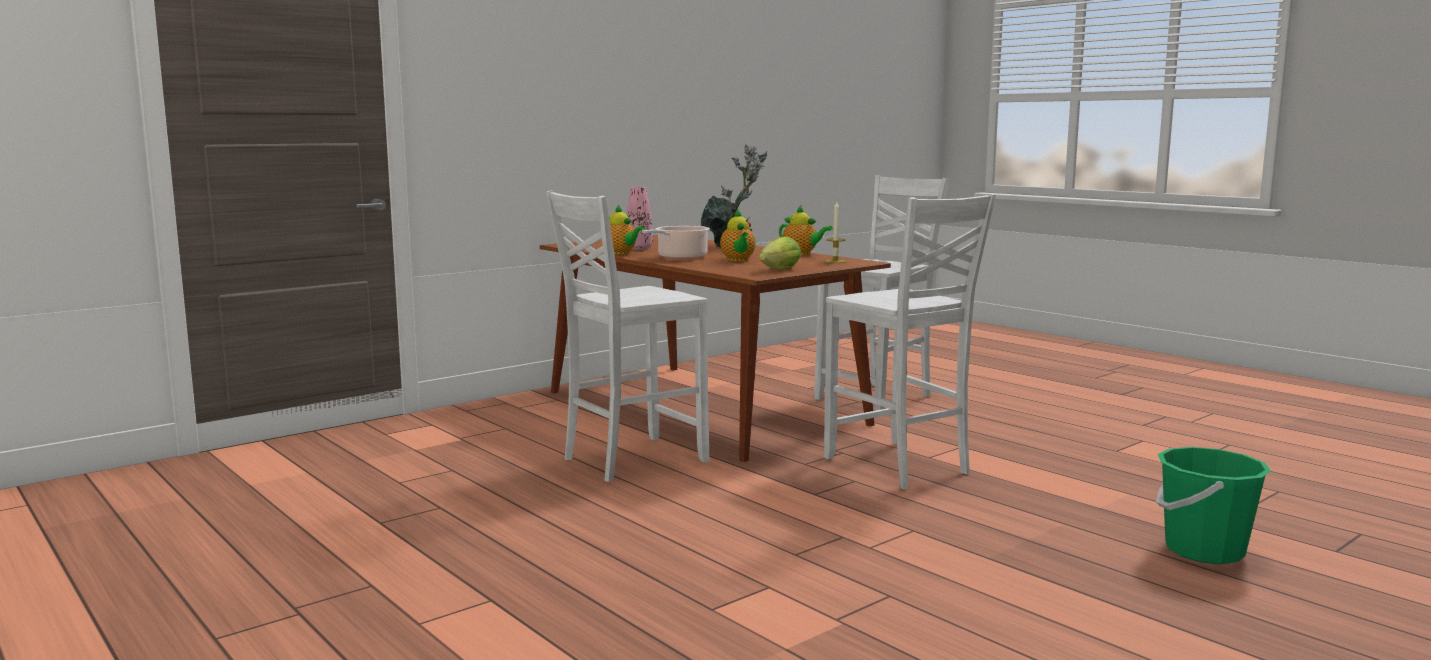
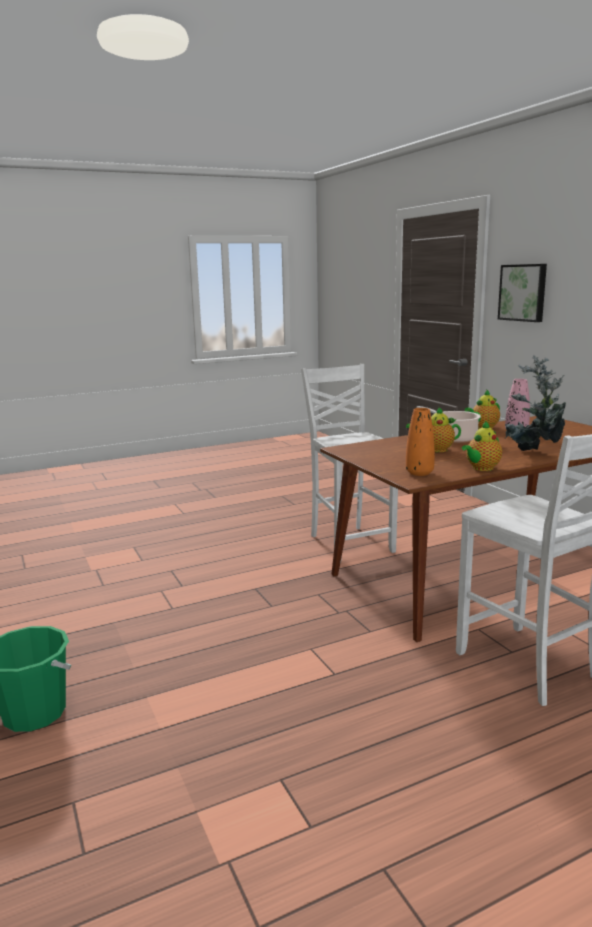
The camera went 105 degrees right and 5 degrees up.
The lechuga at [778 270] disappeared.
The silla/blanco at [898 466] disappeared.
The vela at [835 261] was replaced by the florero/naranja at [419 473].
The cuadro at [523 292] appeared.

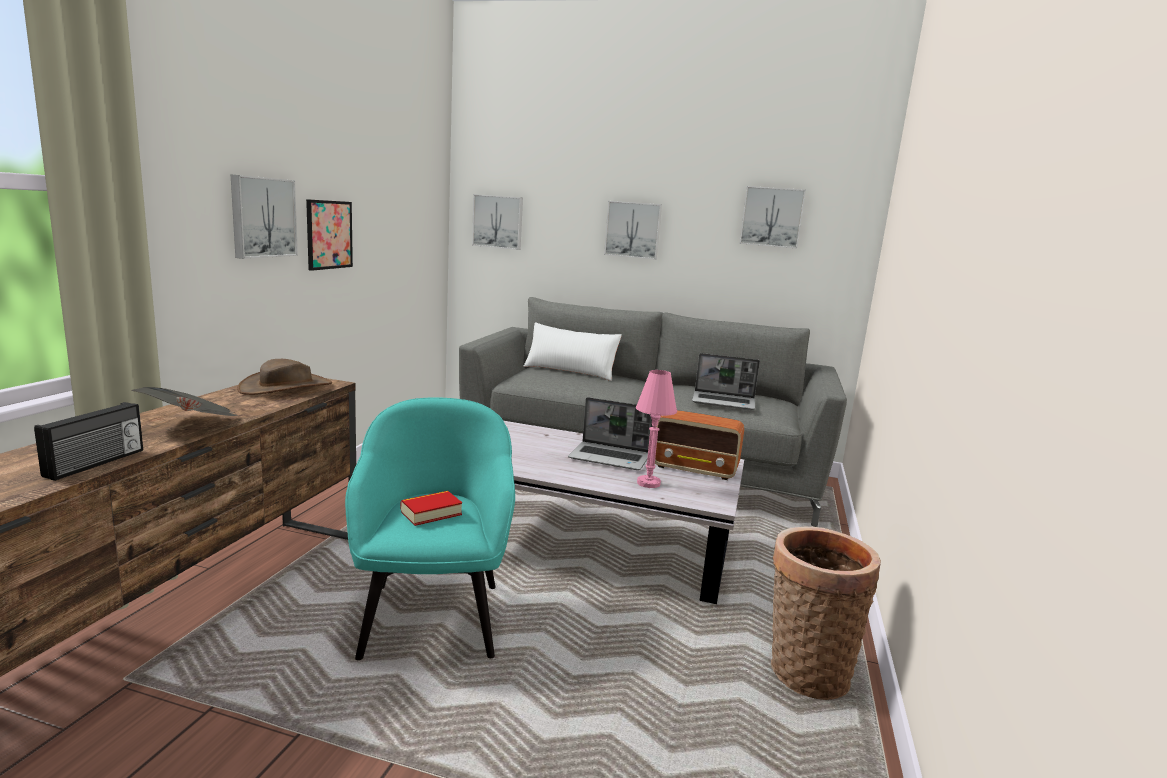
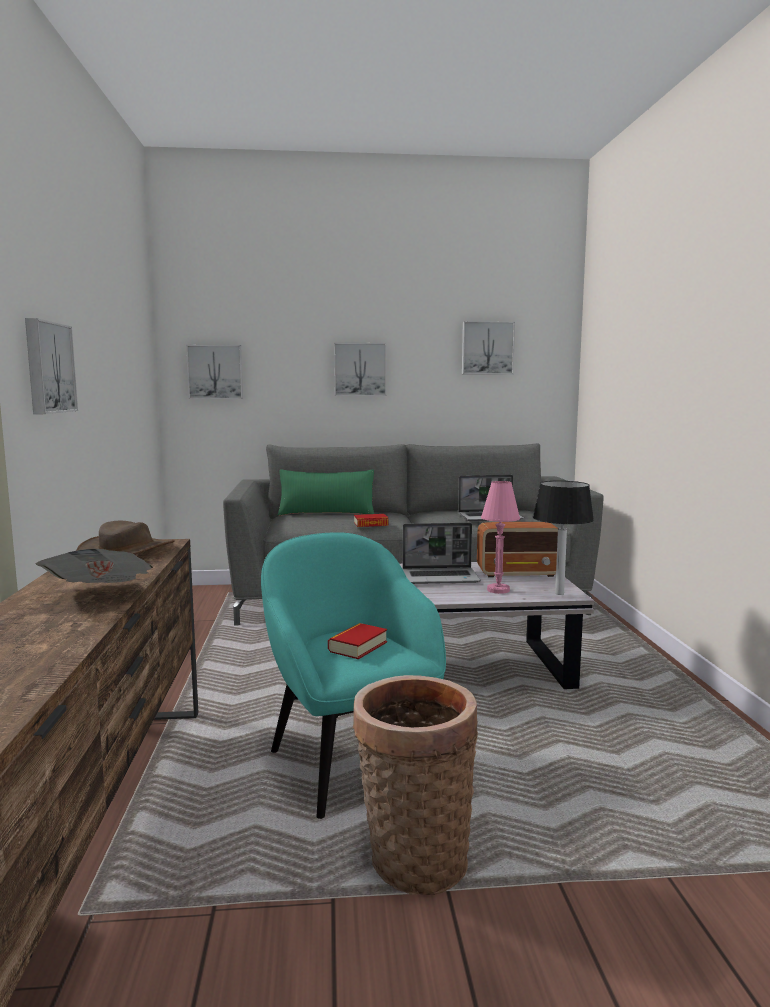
The camera went 20 degrees left and 5 degrees down.
The radio at [96 463] disappeared.
The cuadro at [329 234] disappeared.
The cojín/blanco at [570 371] became the cojín/verde at [326 513].
The cesta moved from [804 670] to [413 859].
The libro at [371 524] appeared.
The lámpara de mesa at [559 593] appeared.

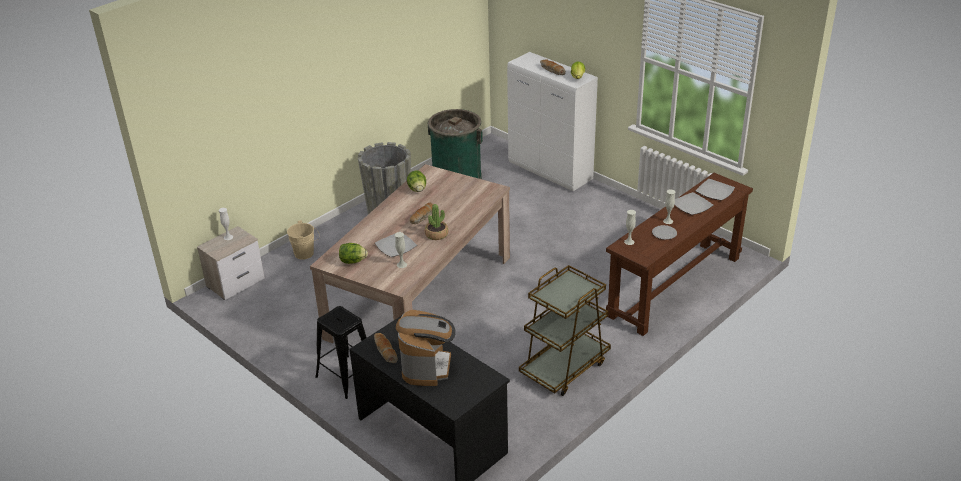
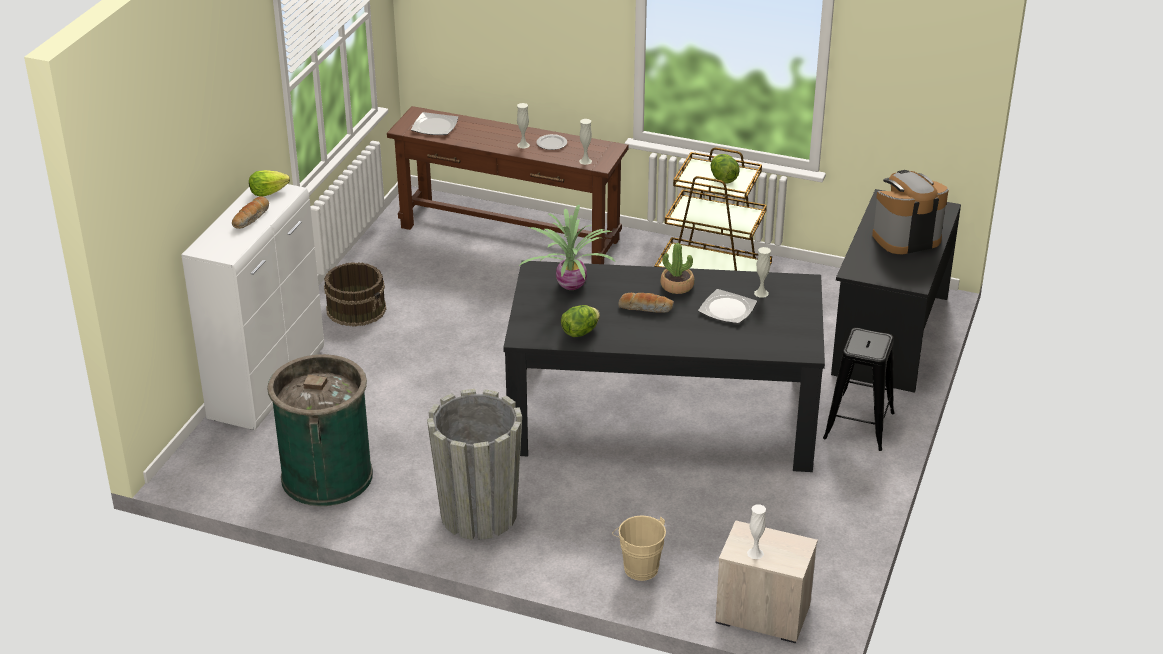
The camera went 115 degrees left and 0 degrees up.
The mesa de comedor/beis at [420 296] became the mesa de comedor/negro at [663 417].
The lechuga moved from [353 261] to [723 179].
The pan at [385 351] disappeared.
The plato at [691 205] disappeared.
The cubo/marrón at [356 309] appeared.
The planta en maceta at [569 285] appeared.

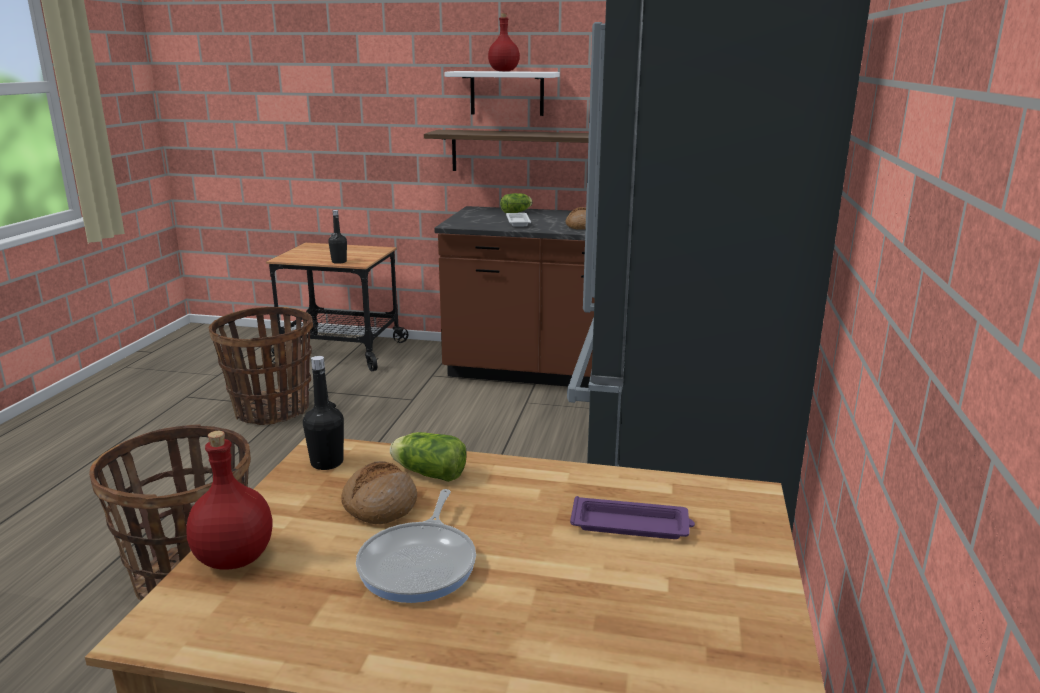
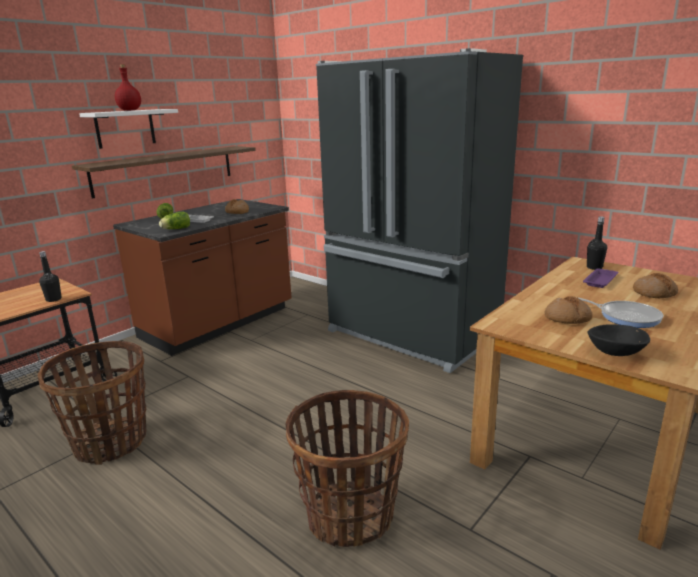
The camera went 60 degrees left and 0 degrees up.
The botella/rojo at [233 558] was replaced by the cuenco/negro at [614 353].
The botella/negro moved from [327 463] to [594 267].
The lechuga moved from [427 473] to [175 229].
The pan at [654 293] appeared.

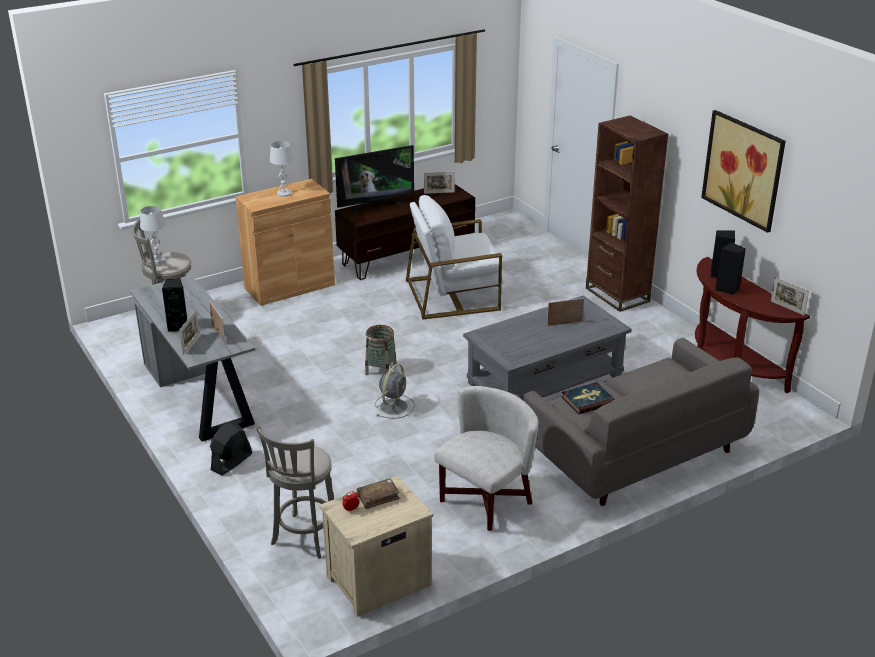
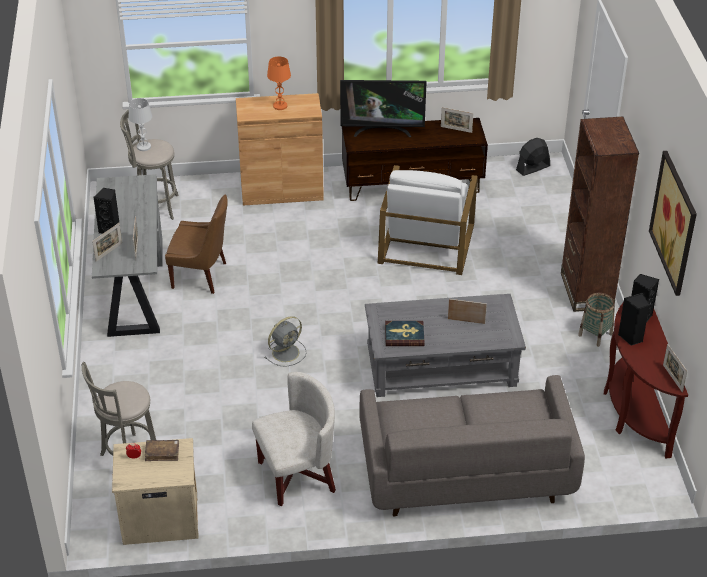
The camera went 25 degrees right and 10 degrees up.
The ventilador/negro moved from [231 462] to [532 168].
The lámpara de mesa/blanco at [284 193] became the lámpara de mesa/naranja at [280 106].
The cesta moved from [380 370] to [595 334].
The sillón/blanco at [453 294] turned 90 degrees counterclockwise.
The libro moved from [587 400] to [404 335].
The silla/marrón at [201 276] appeared.

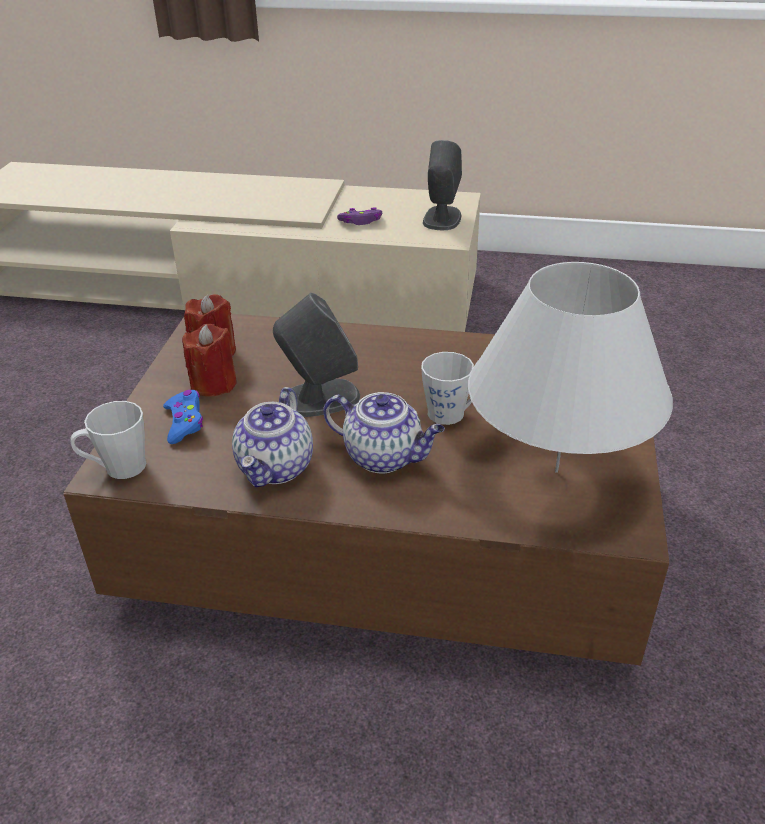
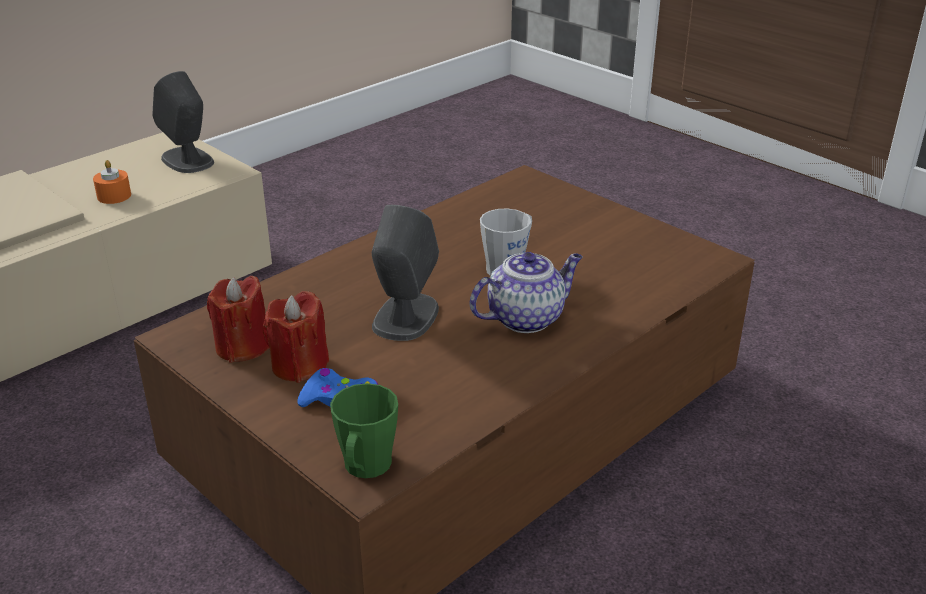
The camera went 55 degrees left and 5 degrees down.
The taza grande/gris at [117 468] became the taza grande/verde at [365 468].
The tetera at [276 468] disappeared.
The mando de consola/morado at [361 221] was replaced by the vela/naranja at [114 196].
The lámpara de mesa/blanco at [556 471] disappeared.

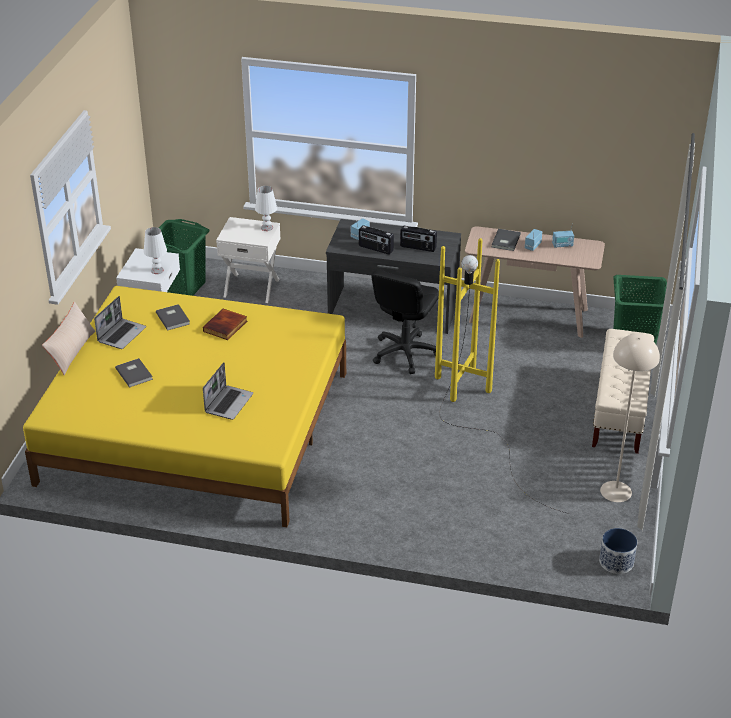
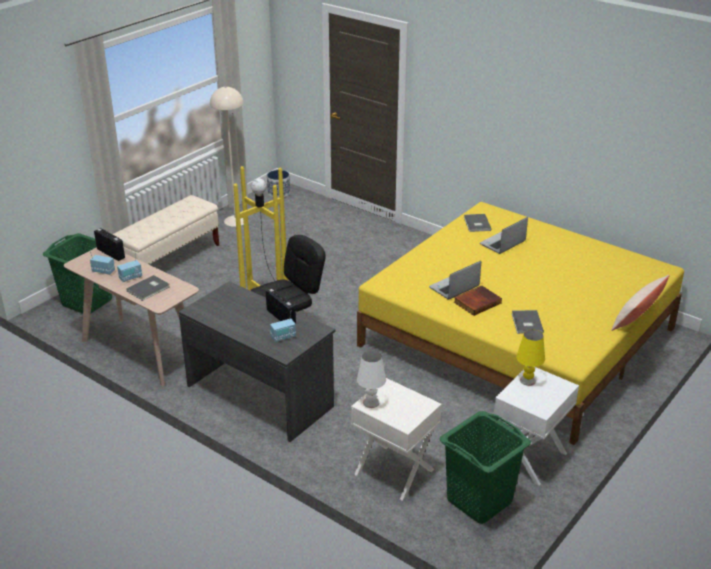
The camera went 155 degrees left and 5 degrees down.
The portátil moved from [121 334] to [454 288].
The libro/gris moved from [134 373] to [476 224].
The lámpara de mesa/blanco at [157 270] became the lámpara de mesa/amarillo at [527 380].
The radio moved from [418 247] to [111 253].

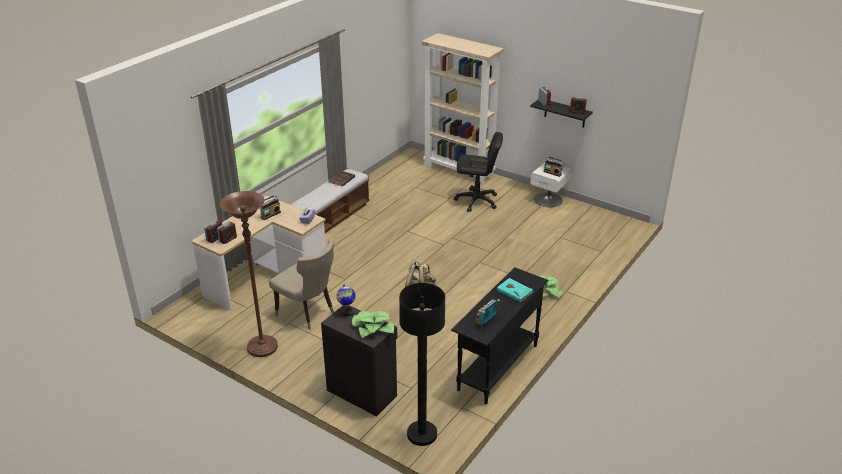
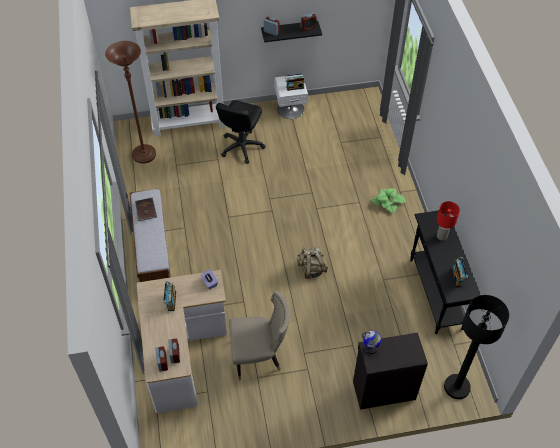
The camera went 45 degrees left and 20 degrees up.
The lámpara de pie/marrón moved from [262 347] to [144 155].
The planta en maceta at [373 327] disappeared.
The silla de oficina/negro at [476 201] turned 150 degrees clockwise.
The libro/turquesa at [514 291] was replaced by the lámpara de mesa/rojo at [441 236].

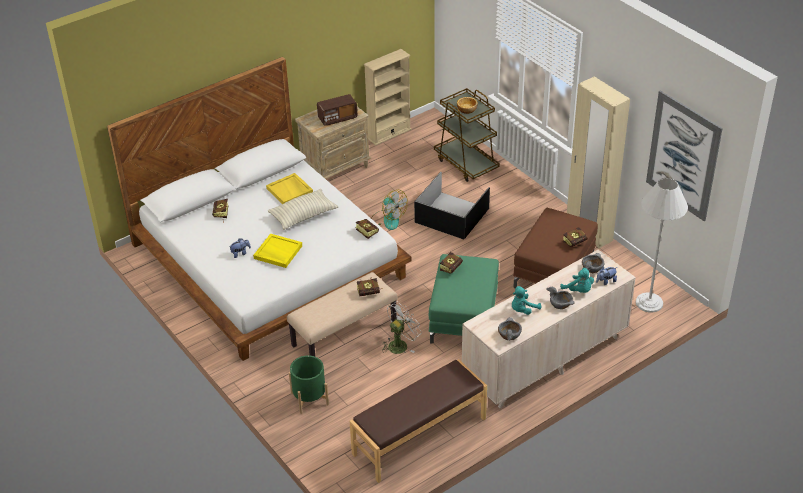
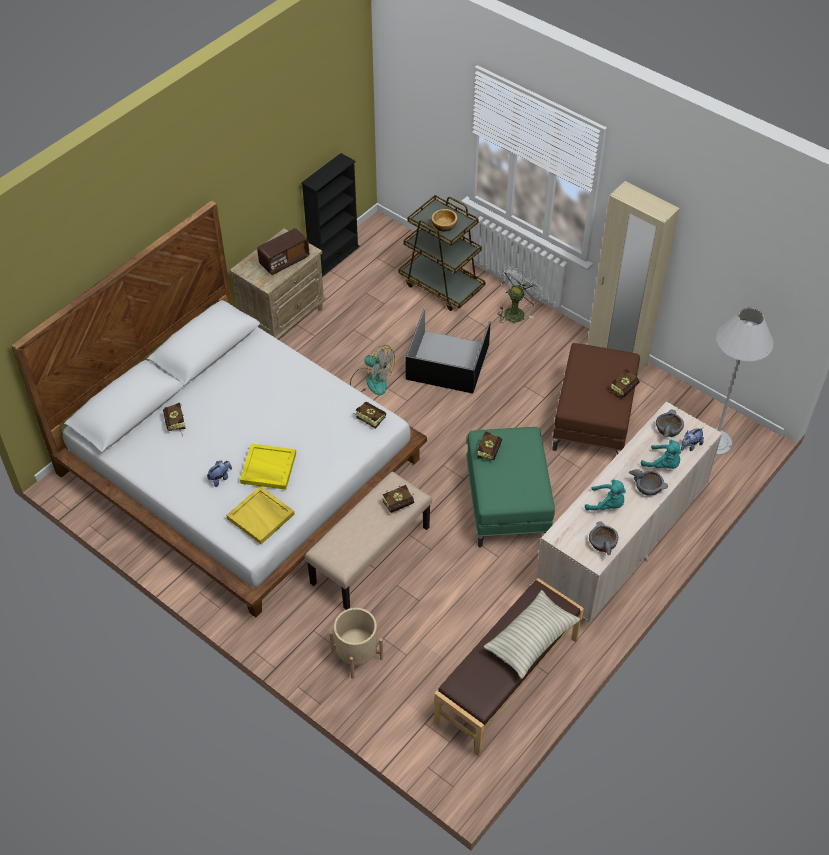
The camera went 15 degrees left and 10 degrees up.
The bandeja/amarillo moved from [290 191] to [261 516].
The cojín moved from [303 216] to [531 640].
The maceta/verde at [309 398] became the maceta/beis at [357 655].
The estantería/beis at [389 134] became the estantería/negro at [334 257].
The ventilador/blanco moved from [400 344] to [516 311].
The peluche/turquesa at [523 310] turned 105 degrees counterclockwise.
The cuadro at [683 156] disappeared.

